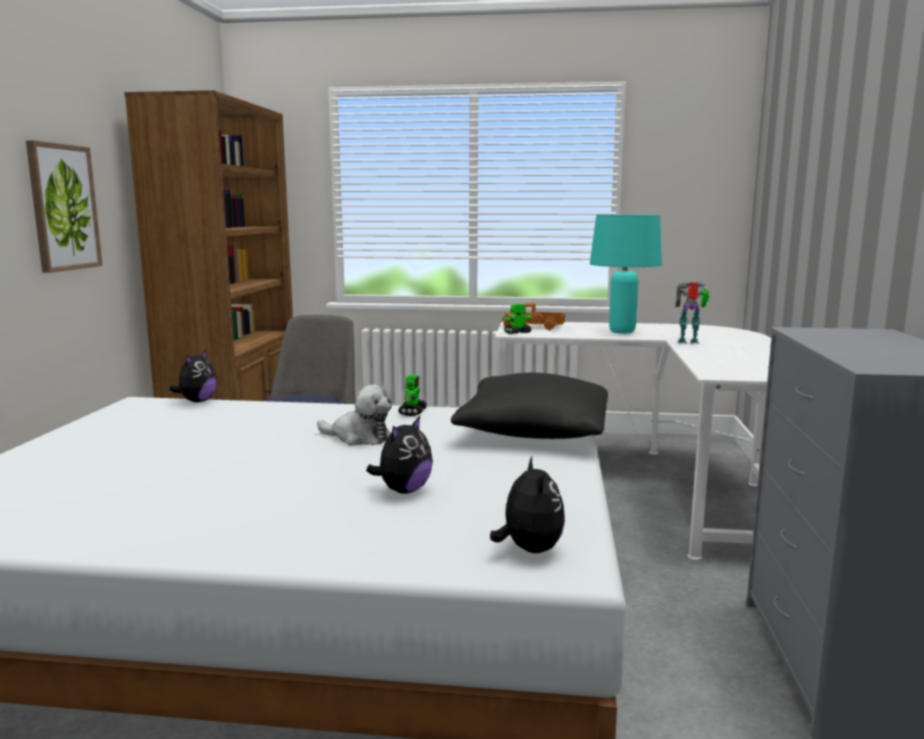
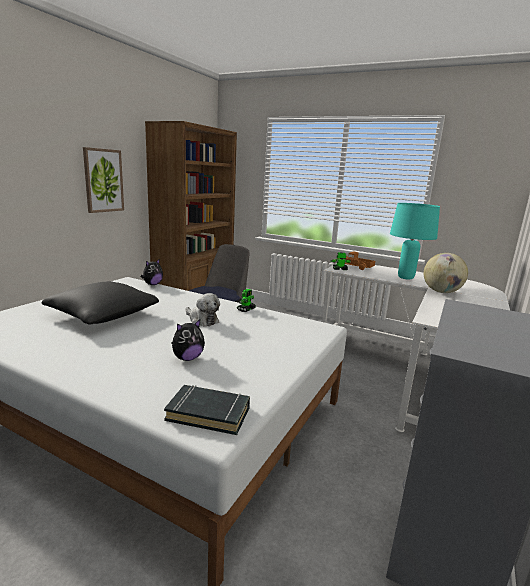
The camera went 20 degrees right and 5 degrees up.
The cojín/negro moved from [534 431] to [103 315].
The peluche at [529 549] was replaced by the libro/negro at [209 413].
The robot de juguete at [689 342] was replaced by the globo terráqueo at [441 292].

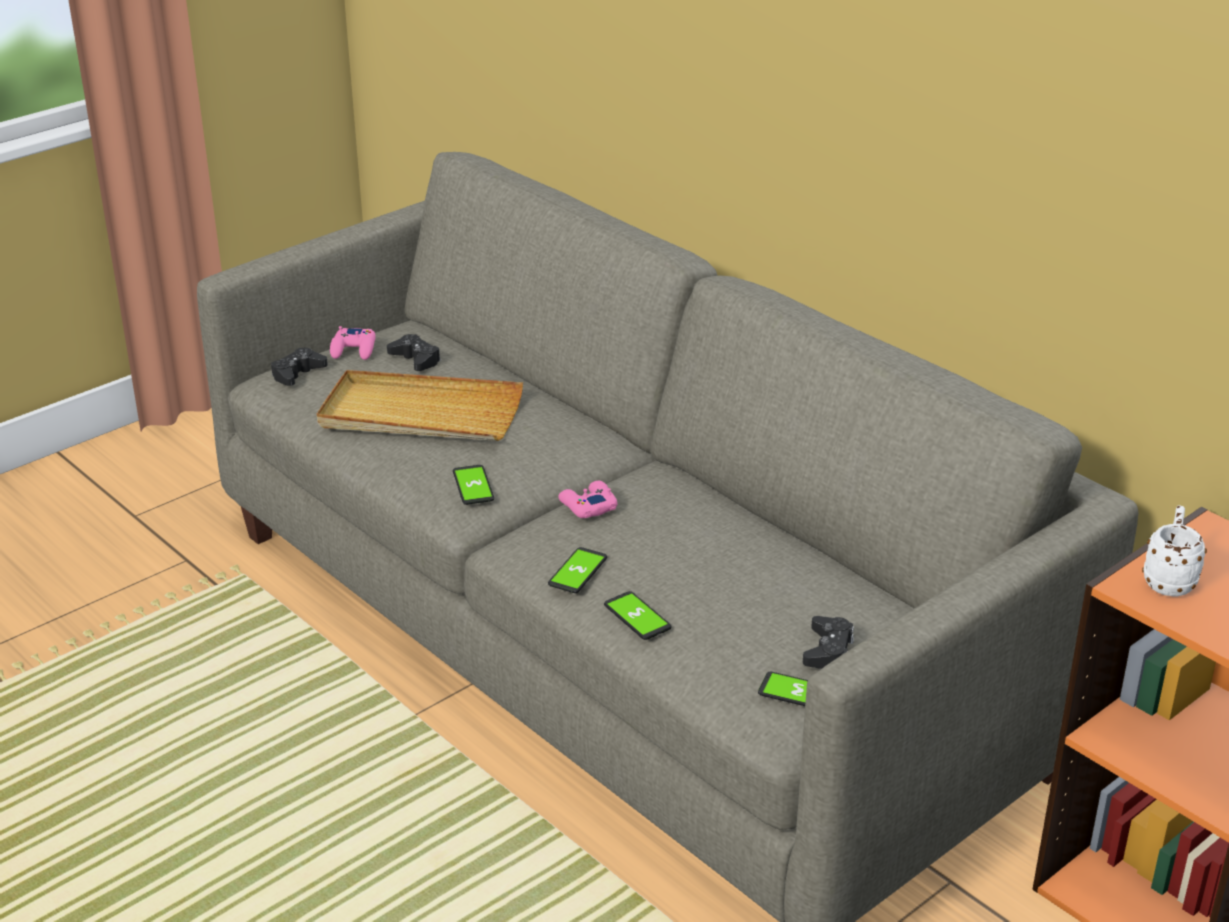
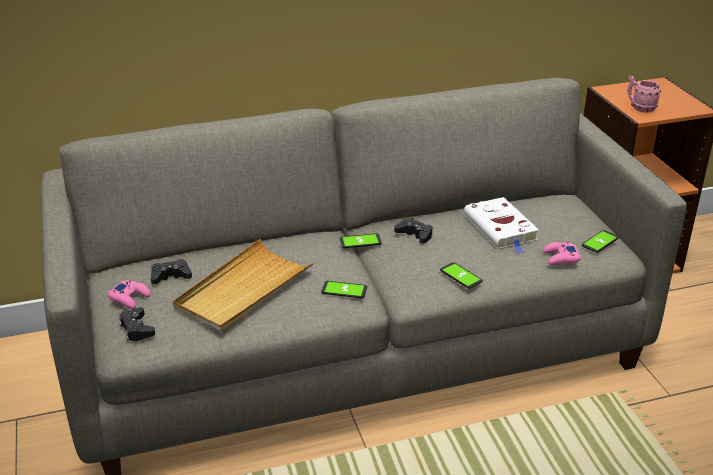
The camera went 65 degrees left and 0 degrees up.
The mando de consola/rosa moved from [587 506] to [560 258].
The móvil moved from [637 617] to [360 241].
The mando de consola/negro moved from [828 651] to [415 235].
The taza grande/blanco at [1168 579] became the taza grande/rosa at [639 108].
The libro/blanco at [501 229] appeared.

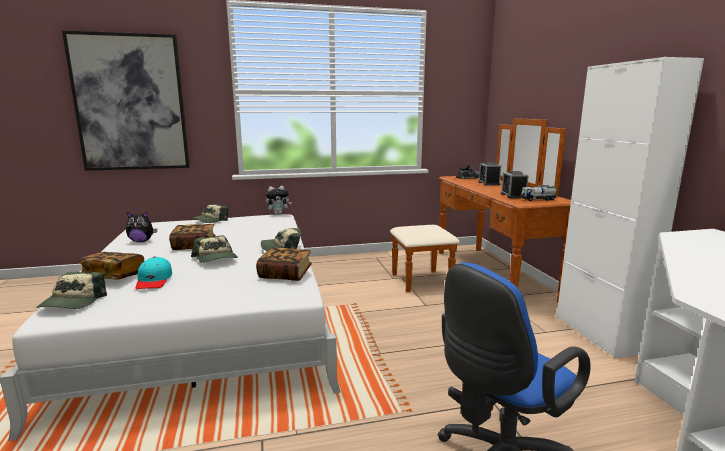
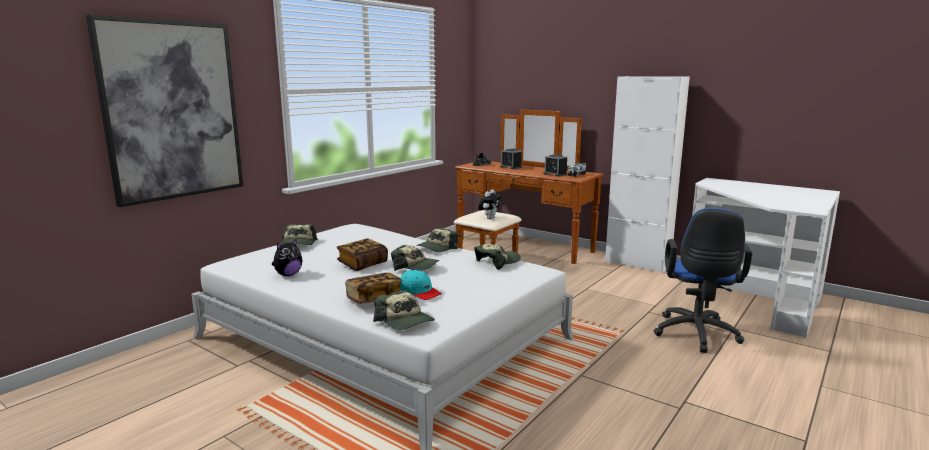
The camera went 40 degrees left and 0 degrees up.
The libro at [285 274] was replaced by the gorra at [497 262].
The peluche moved from [278 214] to [489 218].

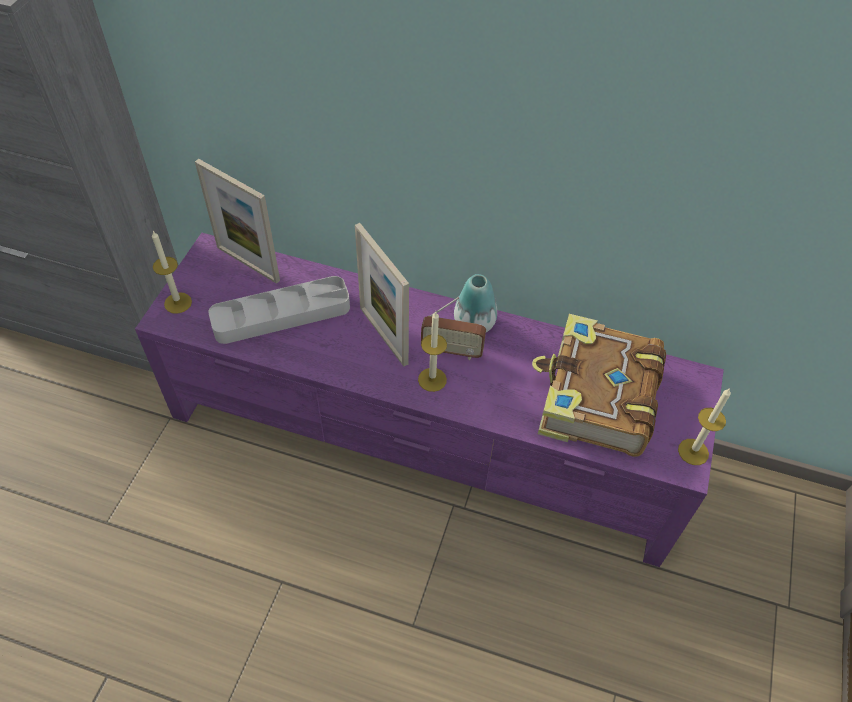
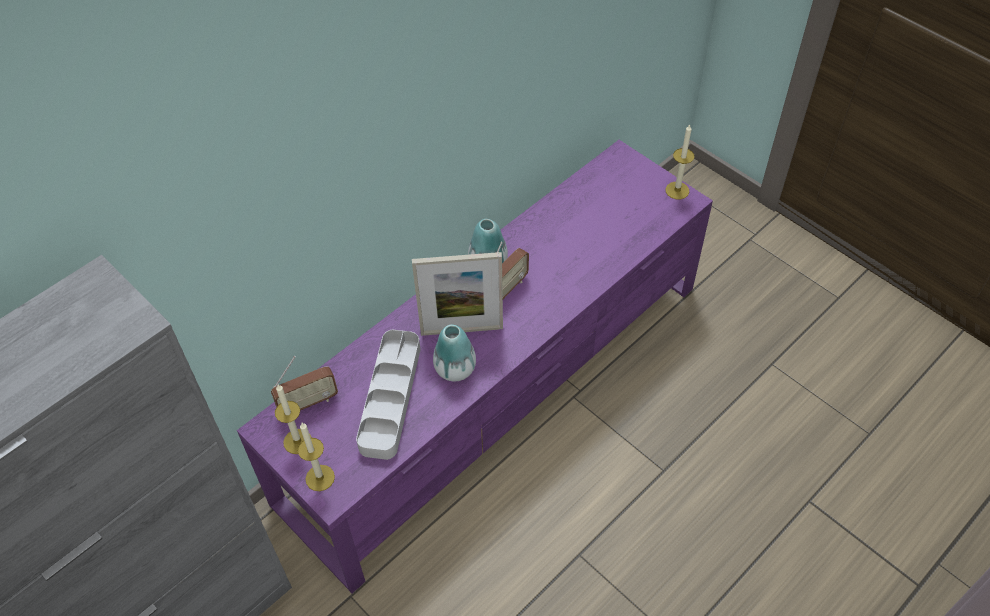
The camera went 60 degrees left and 0 degrees up.
The portarretratos at [248 263] was replaced by the radio at [308 403].
The vela moved from [432 379] to [297 441].
The libro at [595 399] disappeared.
The florero at [455 369] appeared.

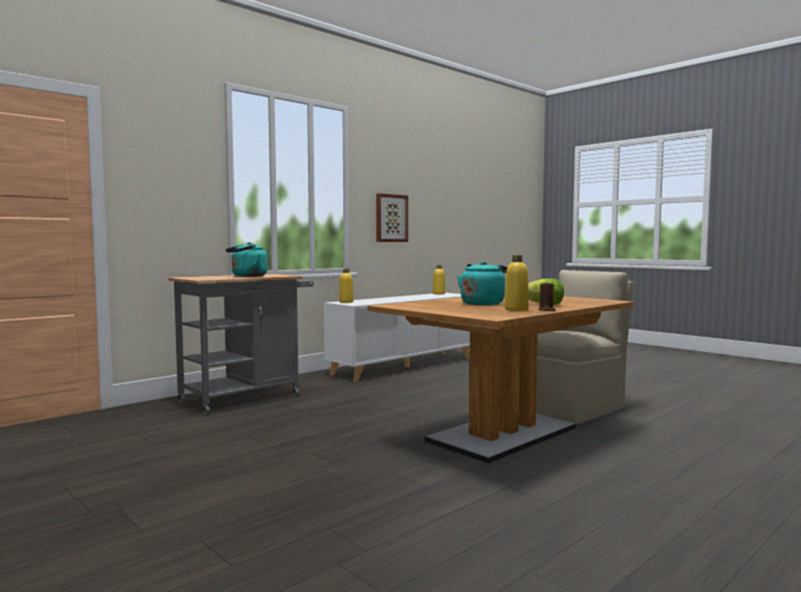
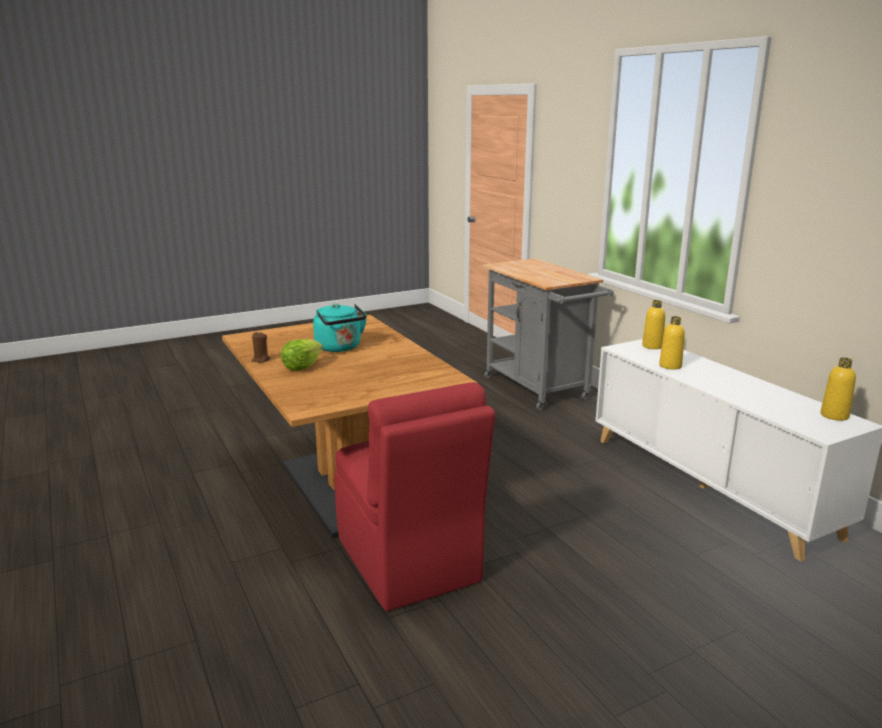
The camera went 105 degrees right and 15 degrees up.
The hervidor/turquesa at [247 276] disappeared.
The cuadro at [391 218] disappeared.
The botella/amarillo moved from [516 309] to [670 366].
The silla/beis at [571 408] became the silla/rojo at [408 562].

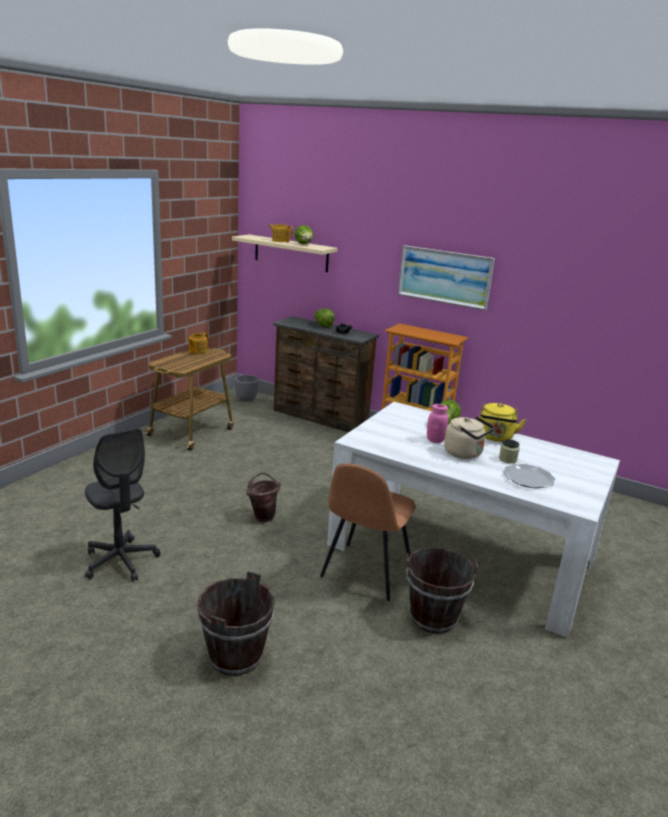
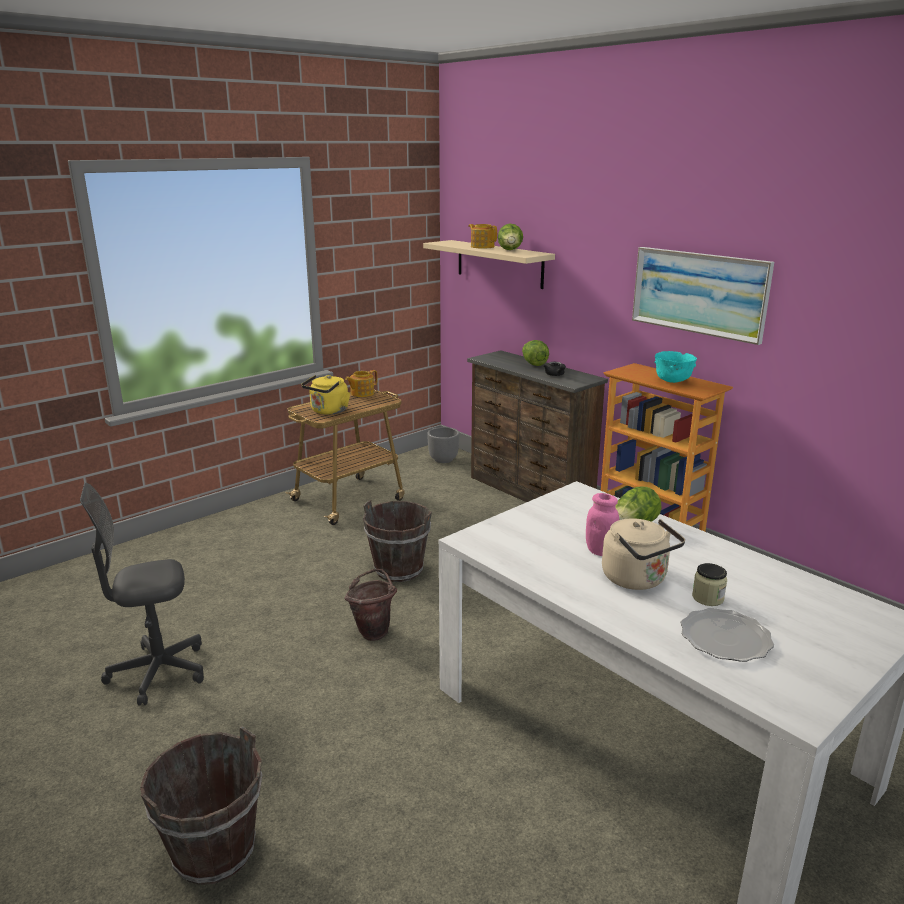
The camera went 20 degrees right and 0 degrees up.
The silla de oficina/gris at [121 561] turned 90 degrees clockwise.
The silla/marrón at [365 572] disappeared.
The cubo/marrón moved from [433 617] to [398 570].
The hervidor/amarillo moved from [495 437] to [328 411].
The cuenco/turquesa at [672 381] appeared.

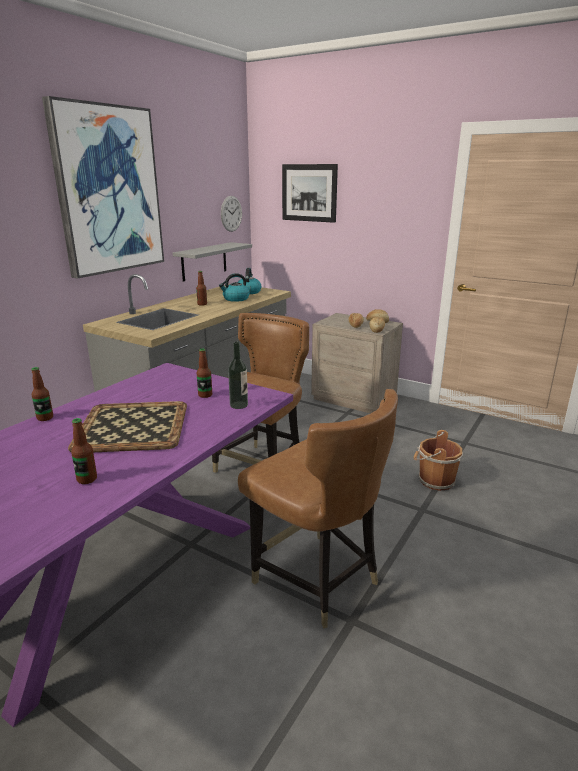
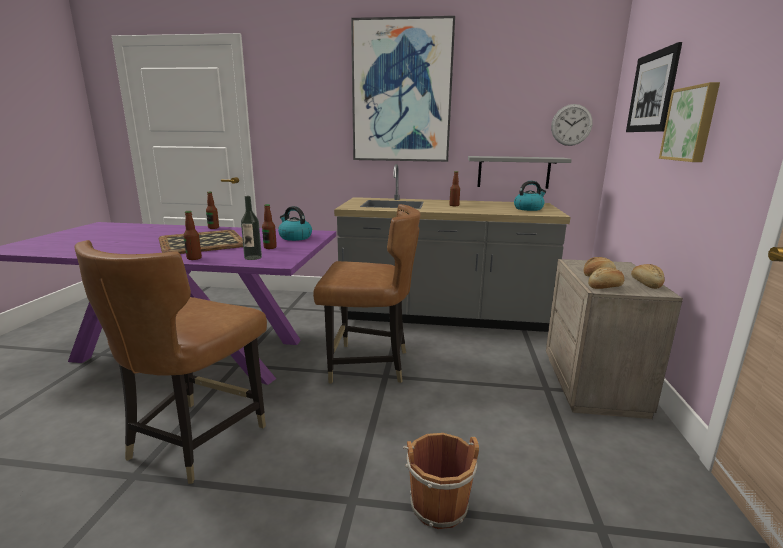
The camera went 65 degrees right and 5 degrees down.
The botella moved from [87 479] to [194 258].
The hervidor moved from [235 299] to [295 237].
The cuadro at [690 124] appeared.

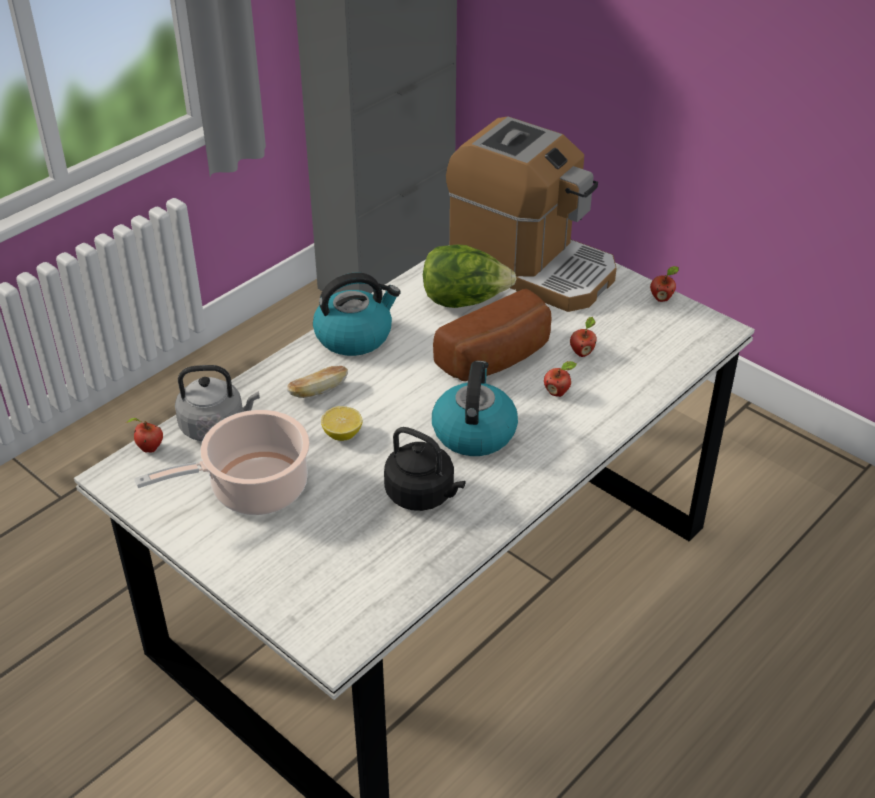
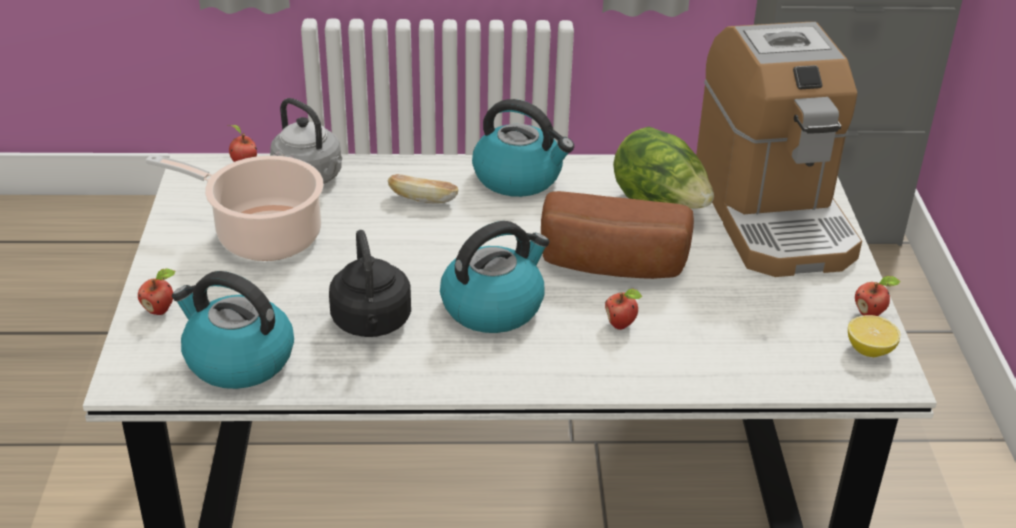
The camera went 45 degrees right and 5 degrees down.
The limón moved from [342 434] to [869 350].
The manzana moved from [582 352] to [160 310].
The hervidor at [237 360] appeared.

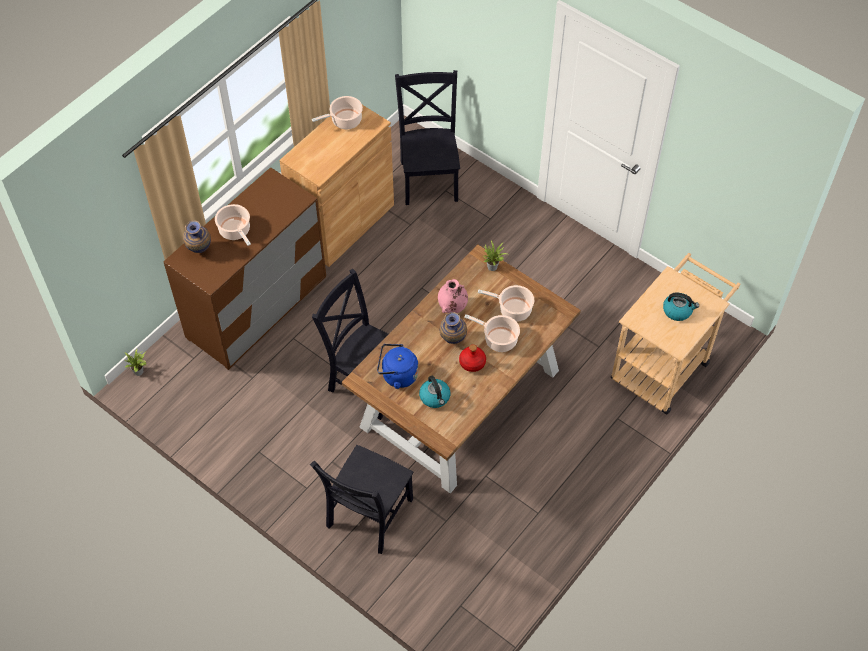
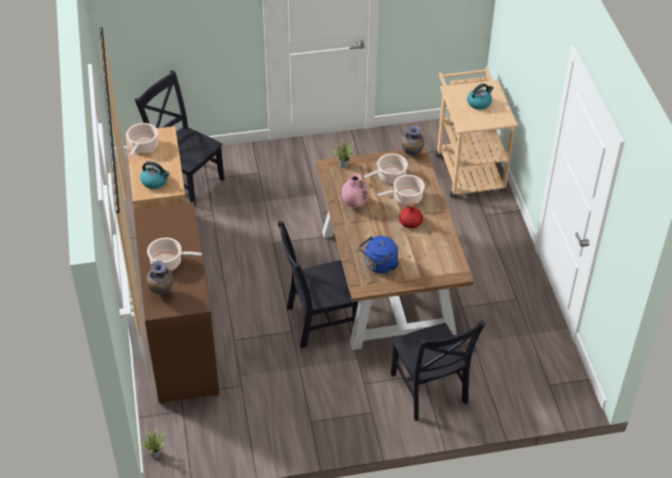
The camera went 50 degrees left and 10 degrees down.
The hervidor moved from [435 397] to [155 181].
The florero moved from [452 341] to [411 155].

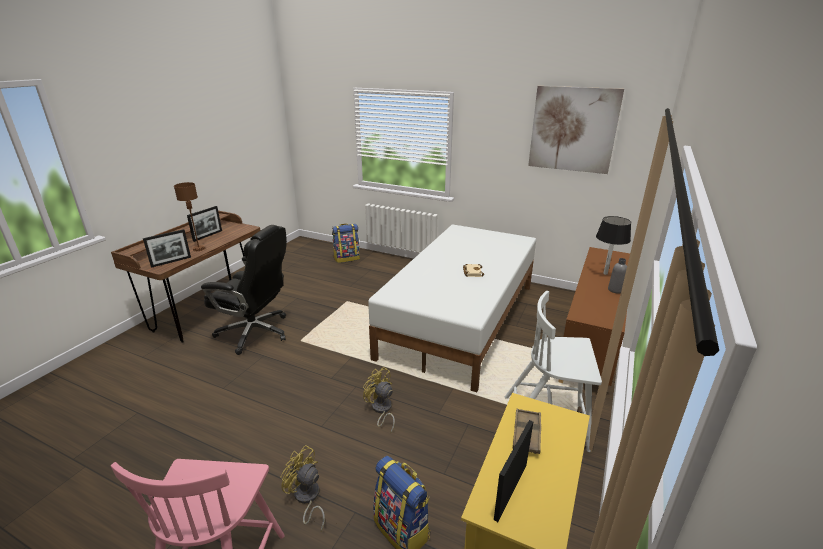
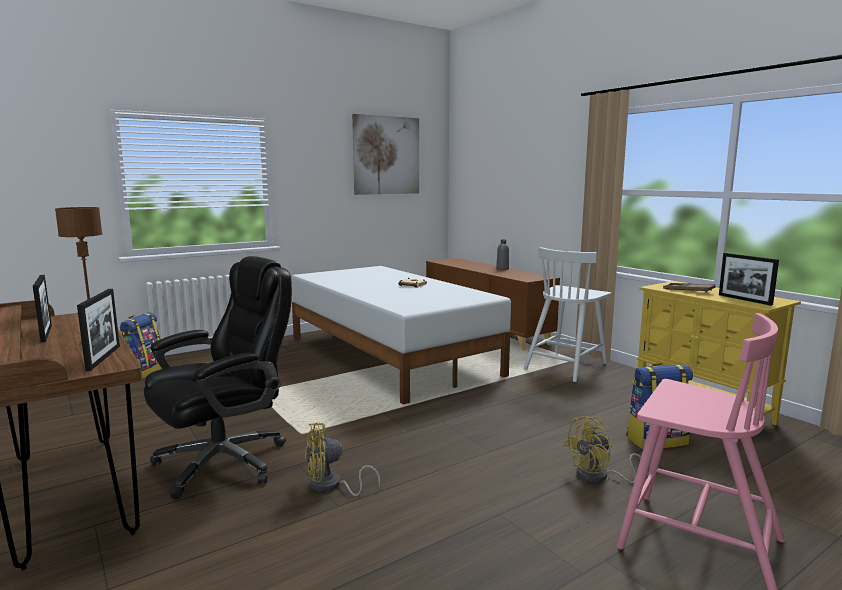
The camera went 60 degrees left and 15 degrees down.
The ventilador/amarillo moved from [381 410] to [331 486].
The lámpara de mesa/negro at [605 274] disappeared.

